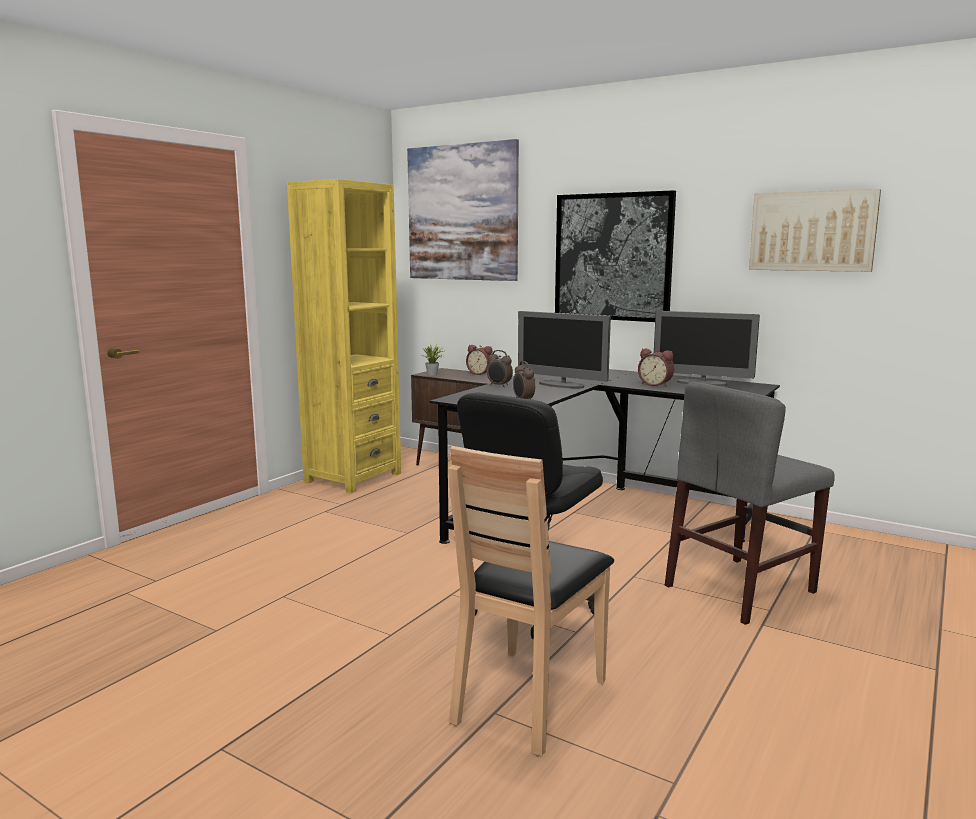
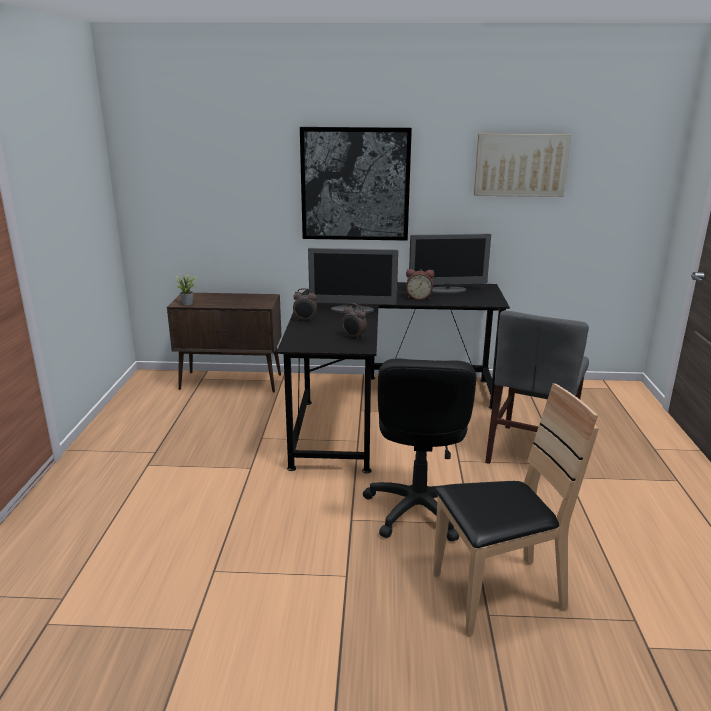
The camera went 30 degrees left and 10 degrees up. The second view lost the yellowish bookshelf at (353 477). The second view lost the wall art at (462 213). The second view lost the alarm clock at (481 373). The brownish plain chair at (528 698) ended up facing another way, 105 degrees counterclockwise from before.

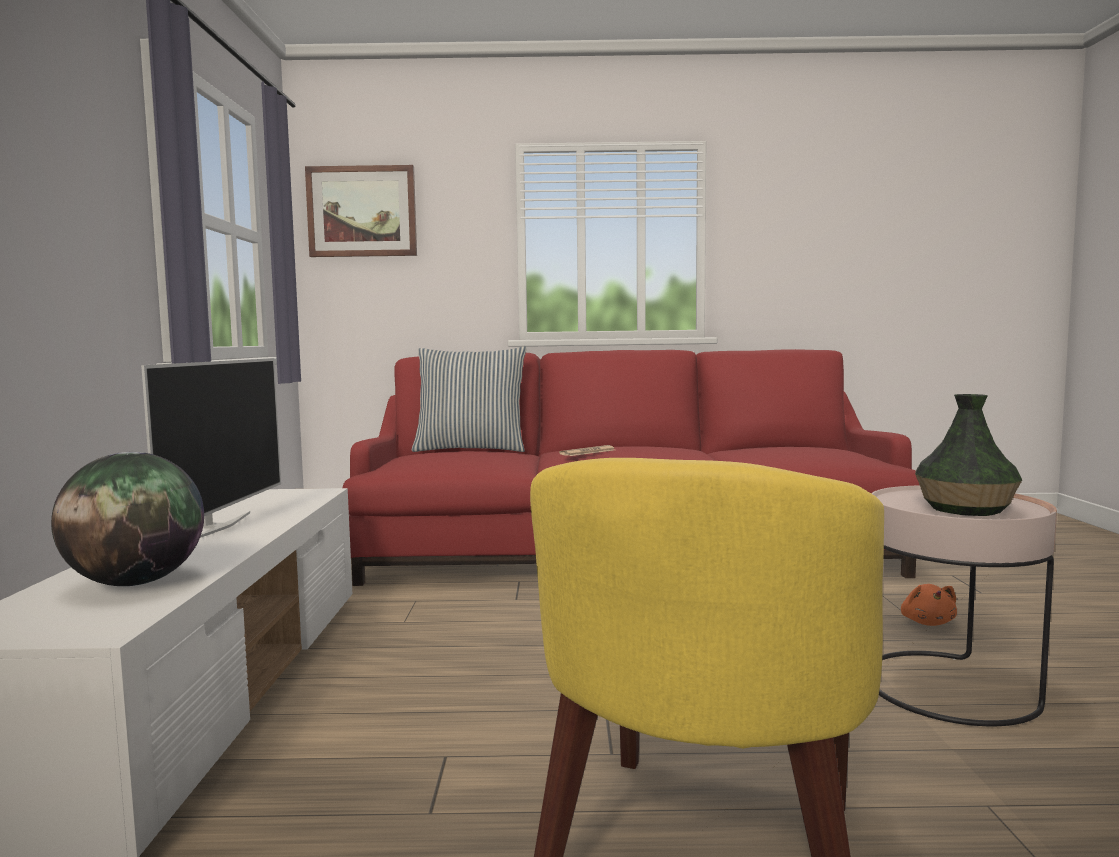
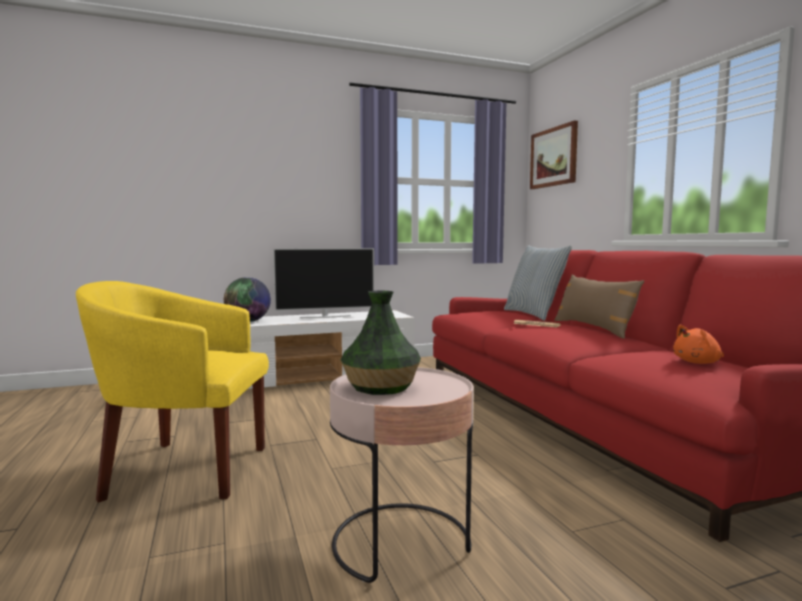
The camera went 70 degrees right and 0 degrees up. The second view gained the brownish pillow at (594 328). The orange soft toy ended up elsewhere, having gone from (927 622) to (698 362).

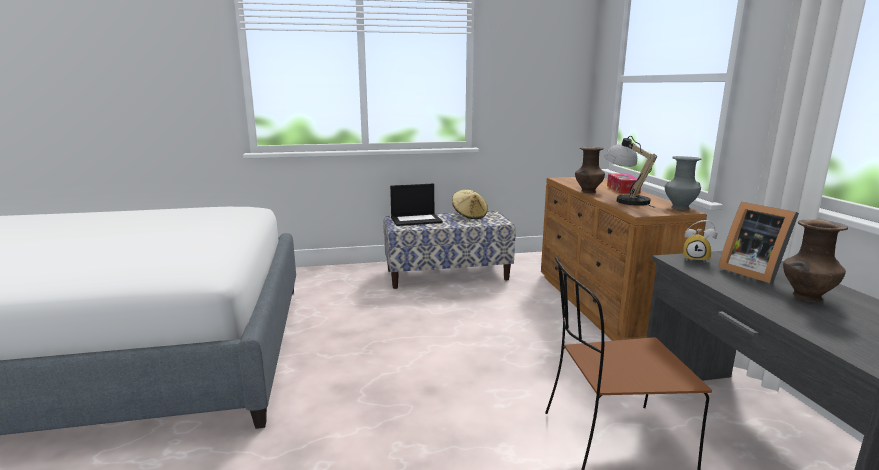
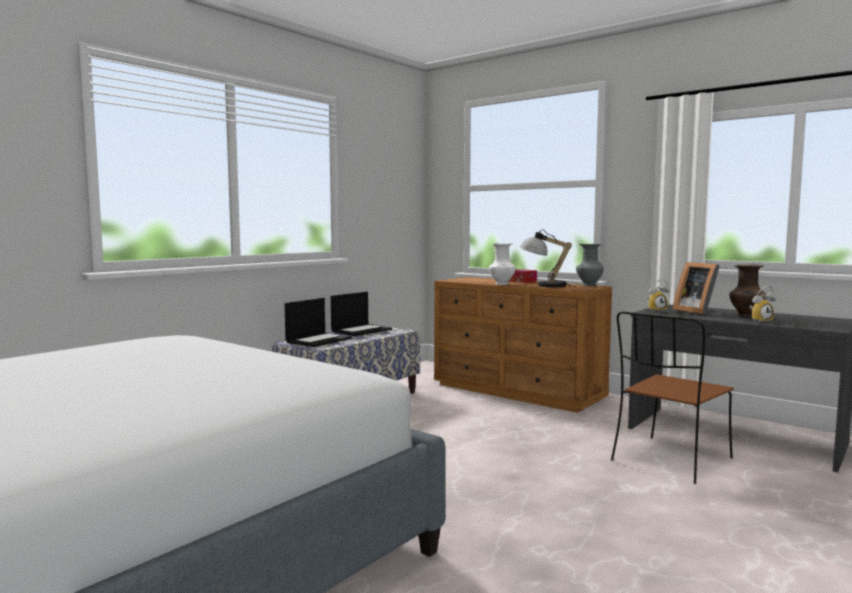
The camera went 40 degrees left and 10 degrees down. The second view gained the alarm clock at (760 321). Where the sand-coloured clothing hat stood at (469 215), the notebook computer came to stand at (361 330). What was the brownish vase at (588 192) turned into the whitish vase at (502 284). The picture frame at (751 272) ended up facing another way, 45 degrees clockwise from before.

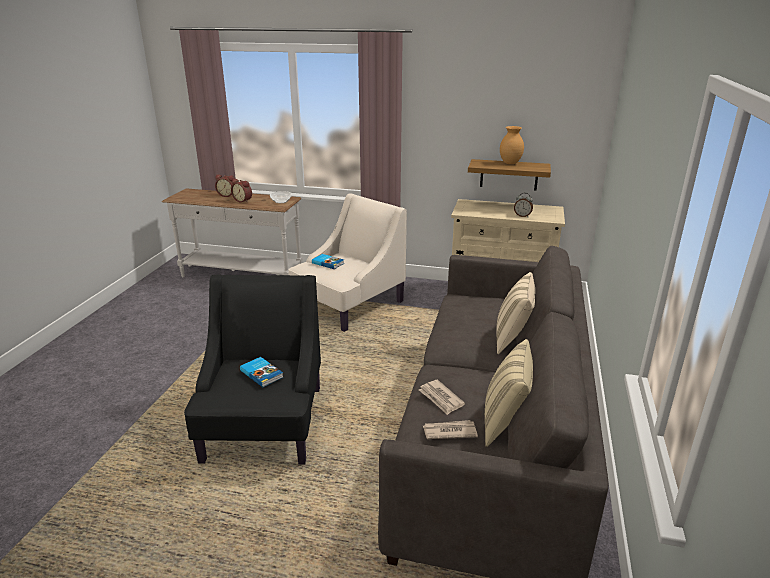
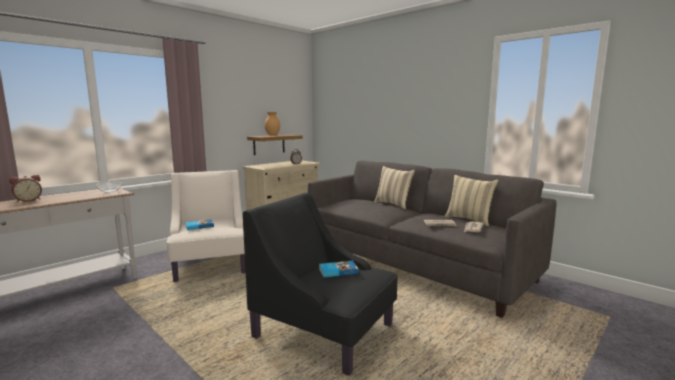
The camera went 60 degrees left and 15 degrees down. The second view lost the alarm clock at (243 200).

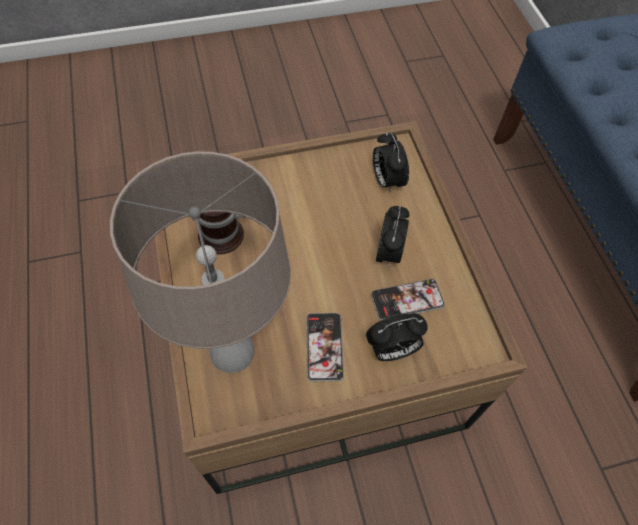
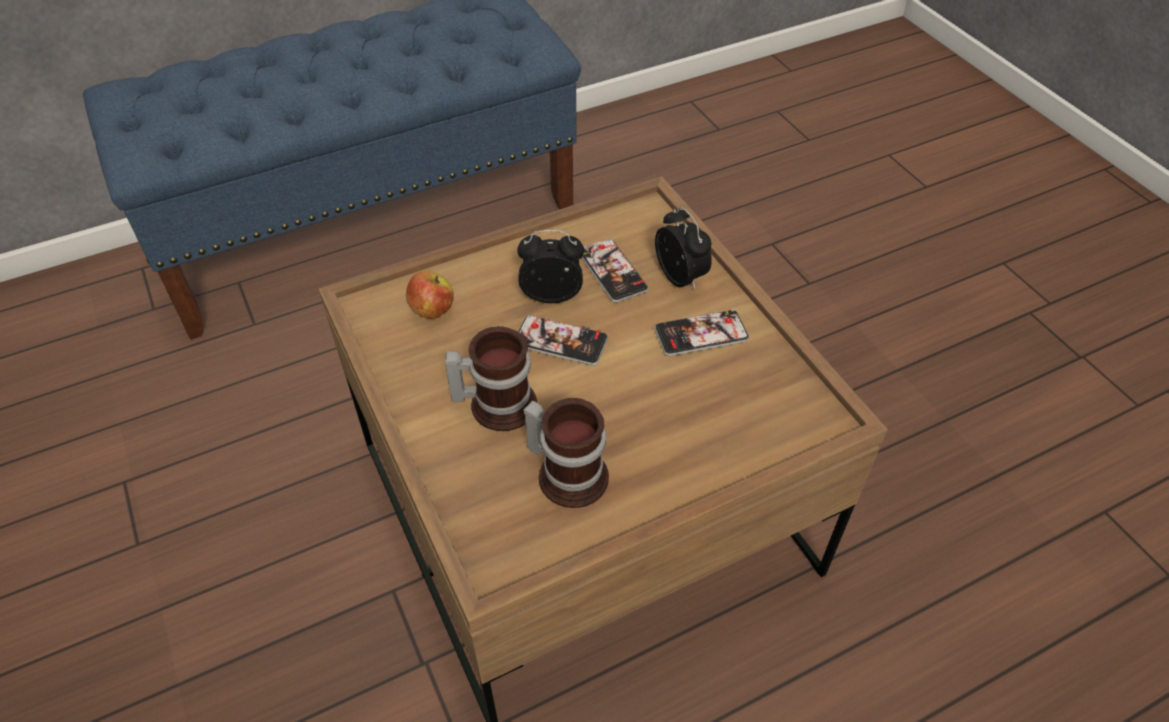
The camera went 100 degrees left and 10 degrees down. The second view lost the sand-coloured lamp for a table at (231 353). The second view gained the coffee mug at (497 402). The second view gained the telephone at (560 341). Where the alarm clock stood at (386 180), the apple came to stand at (432 310).

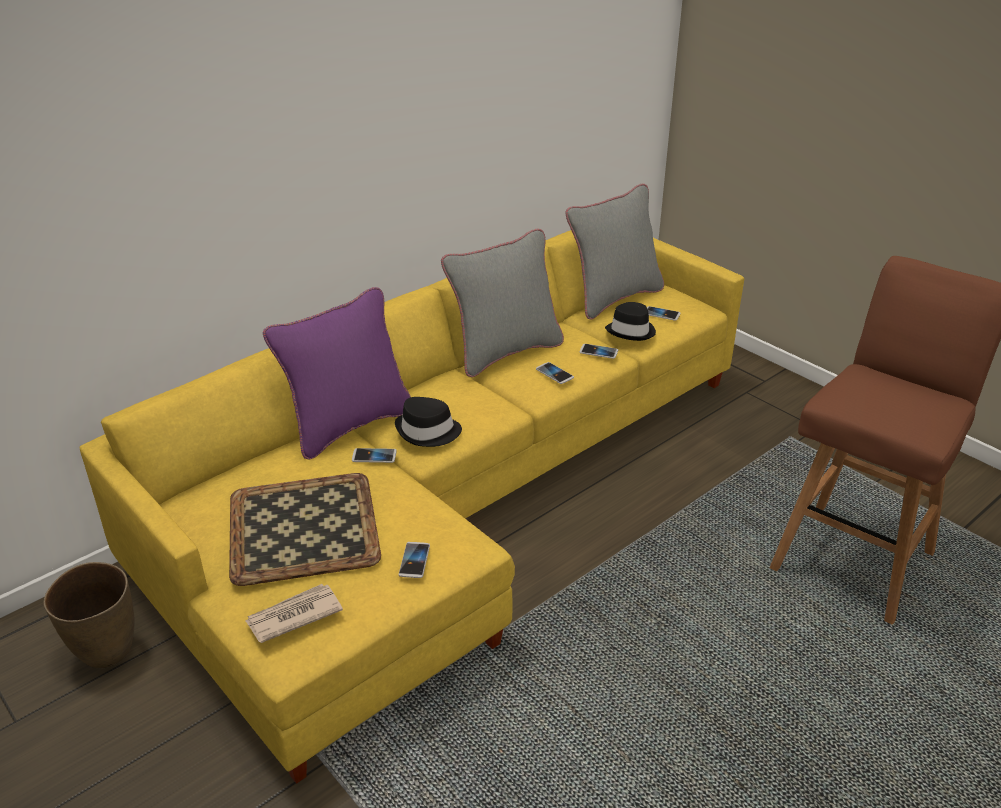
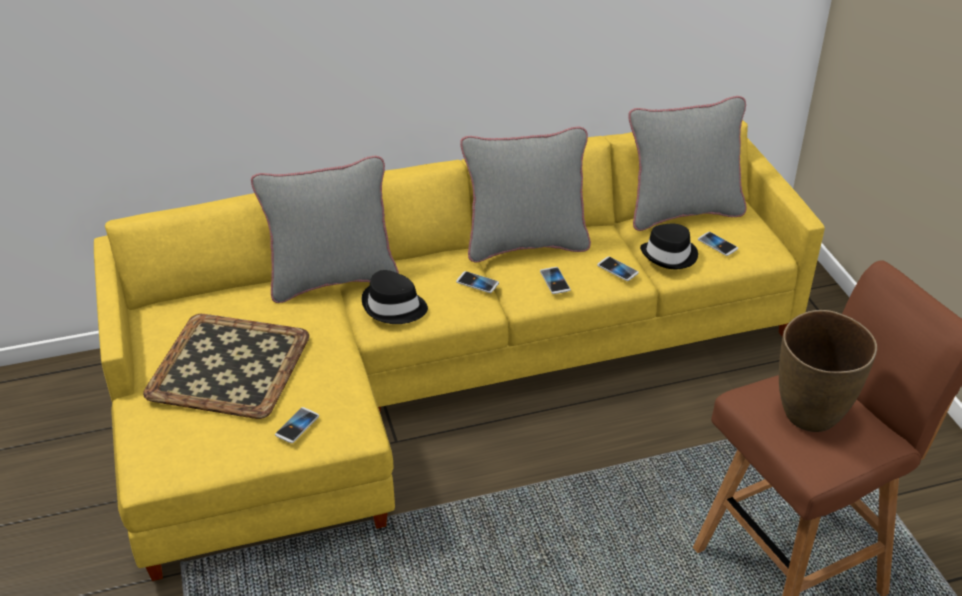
The camera went 25 degrees right and 5 degrees up. The second view lost the printed paper at (293 615). The brownish vase ended up elsewhere, having gone from (107 652) to (811 415). The telephone ended up elsewhere, having gone from (374 456) to (477 283). What was the purplish pillow at (348 425) turned into the grey pillow at (332 279).

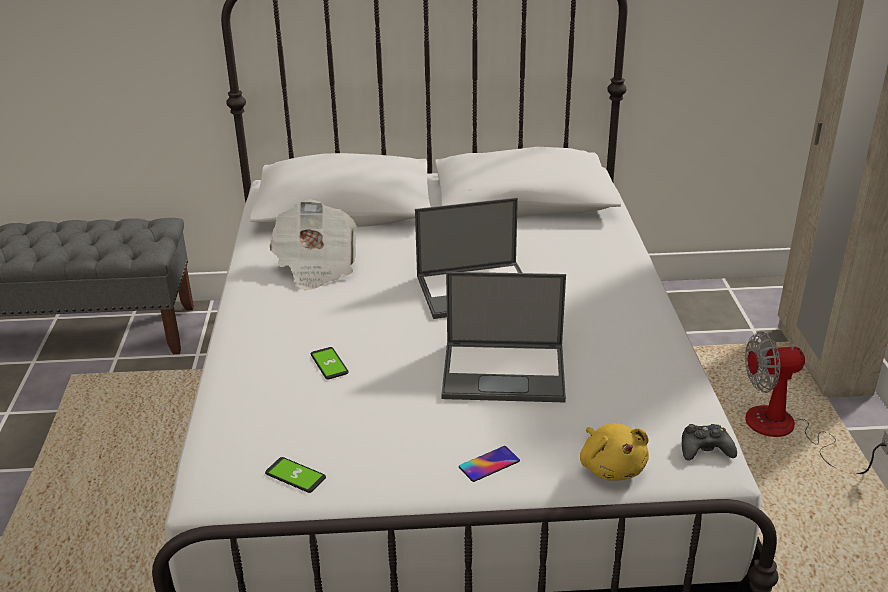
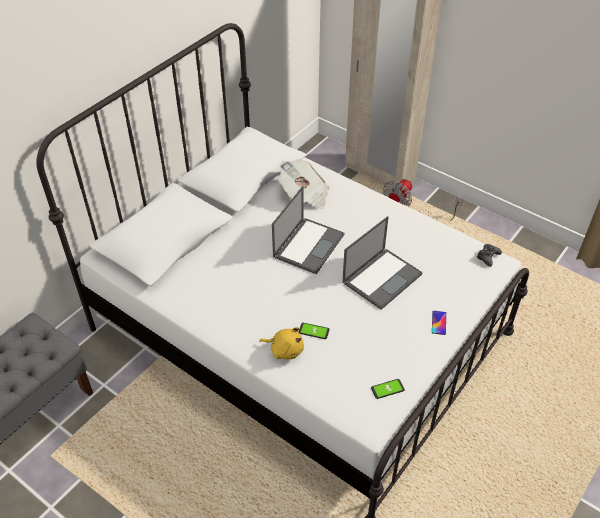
The camera went 50 degrees left and 15 degrees up. The printed paper ended up elsewhere, having gone from (316 266) to (304 195). The yellowish soft toy ended up elsewhere, having gone from (611 467) to (285 350).

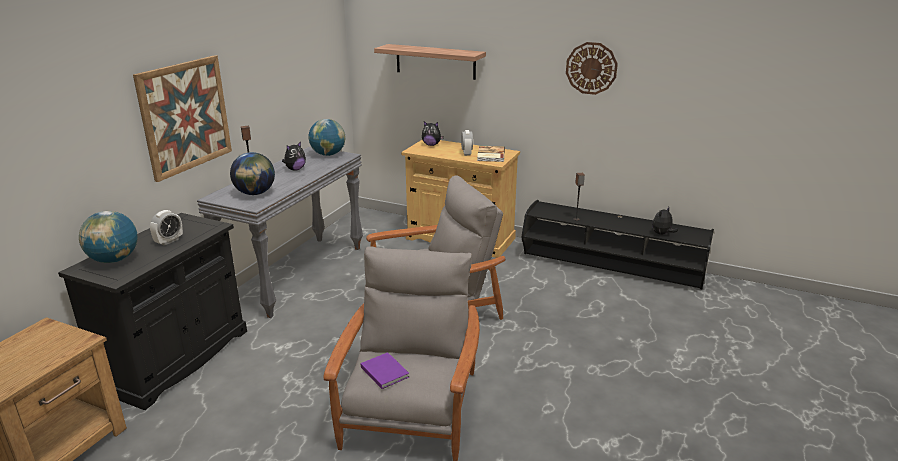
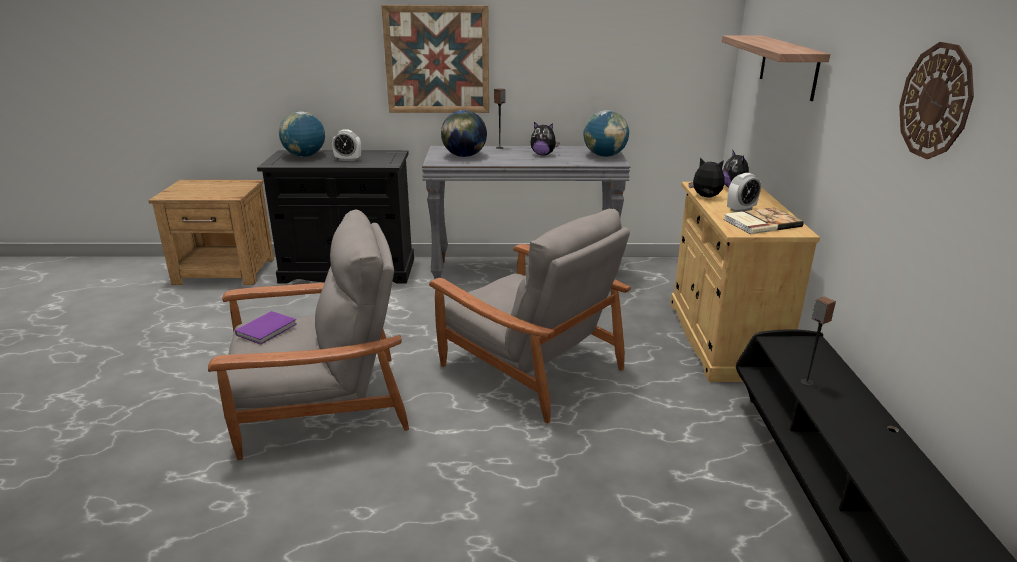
The camera went 65 degrees right and 0 degrees up. The soft toy ended up elsewhere, having gone from (662 234) to (706 197).

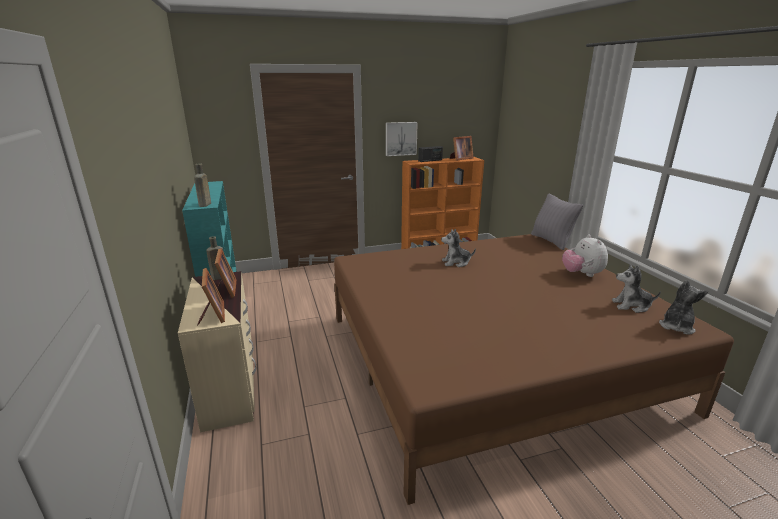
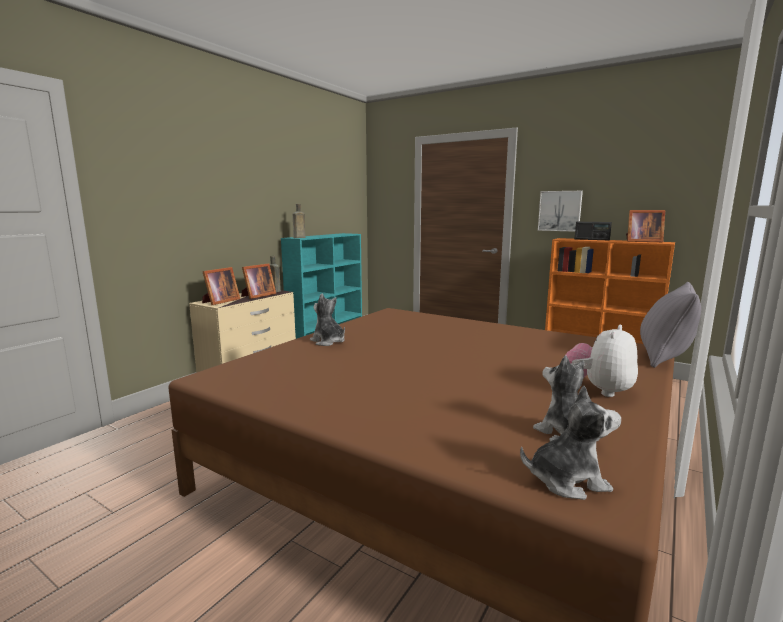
The camera went 50 degrees right and 10 degrees down. The soft toy ended up elsewhere, having gone from (456 262) to (328 341).

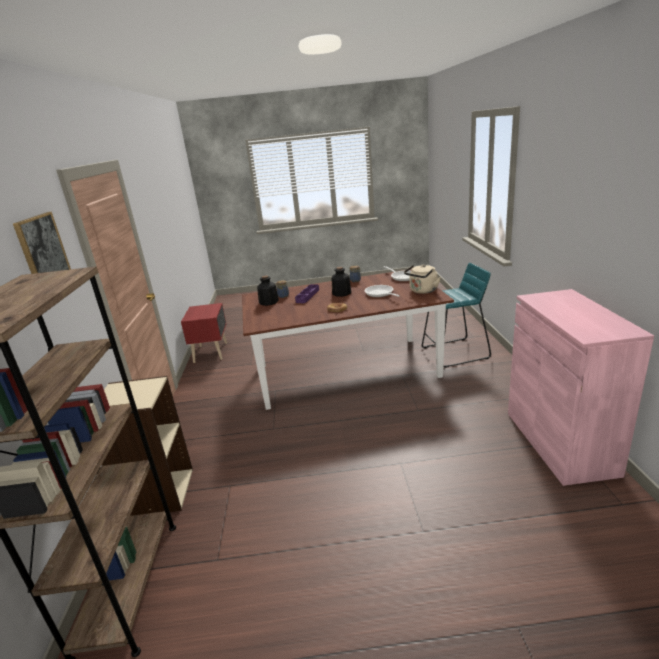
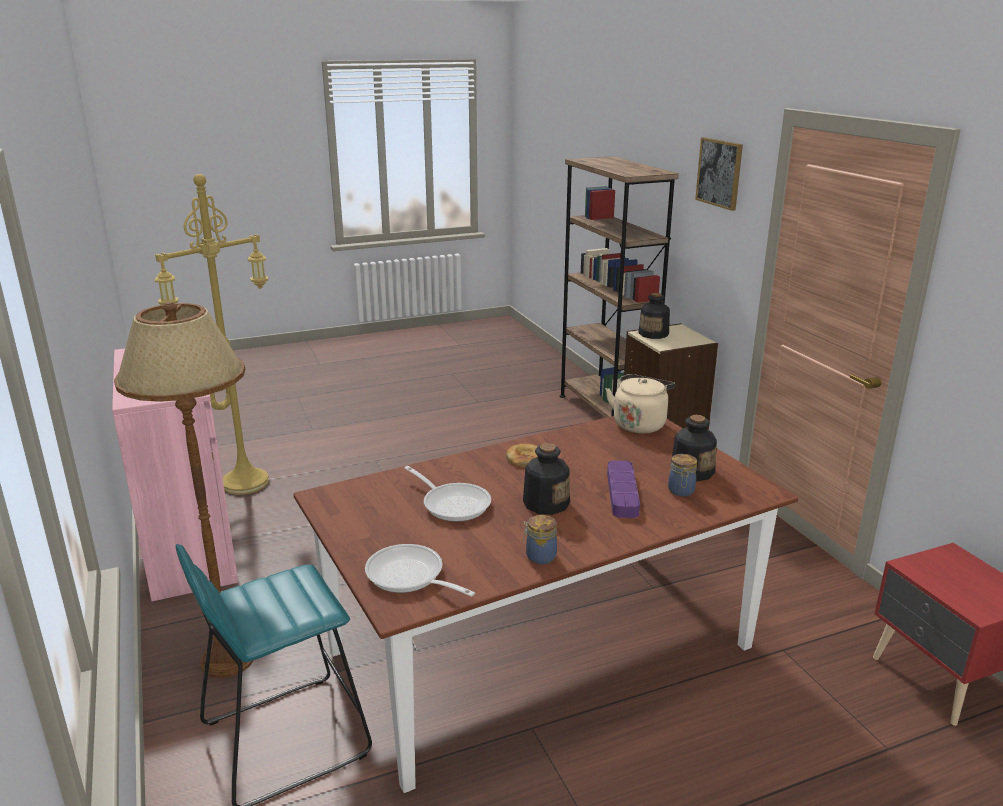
The camera went 160 degrees right and 0 degrees up. The second view gained the brownish standard lamp at (227 659). The second view gained the yellowish standard lamp at (245 481). The second view gained the bottle at (654 334). The sand-coloured water kettle ended up elsewhere, having gone from (422 291) to (640 424).

